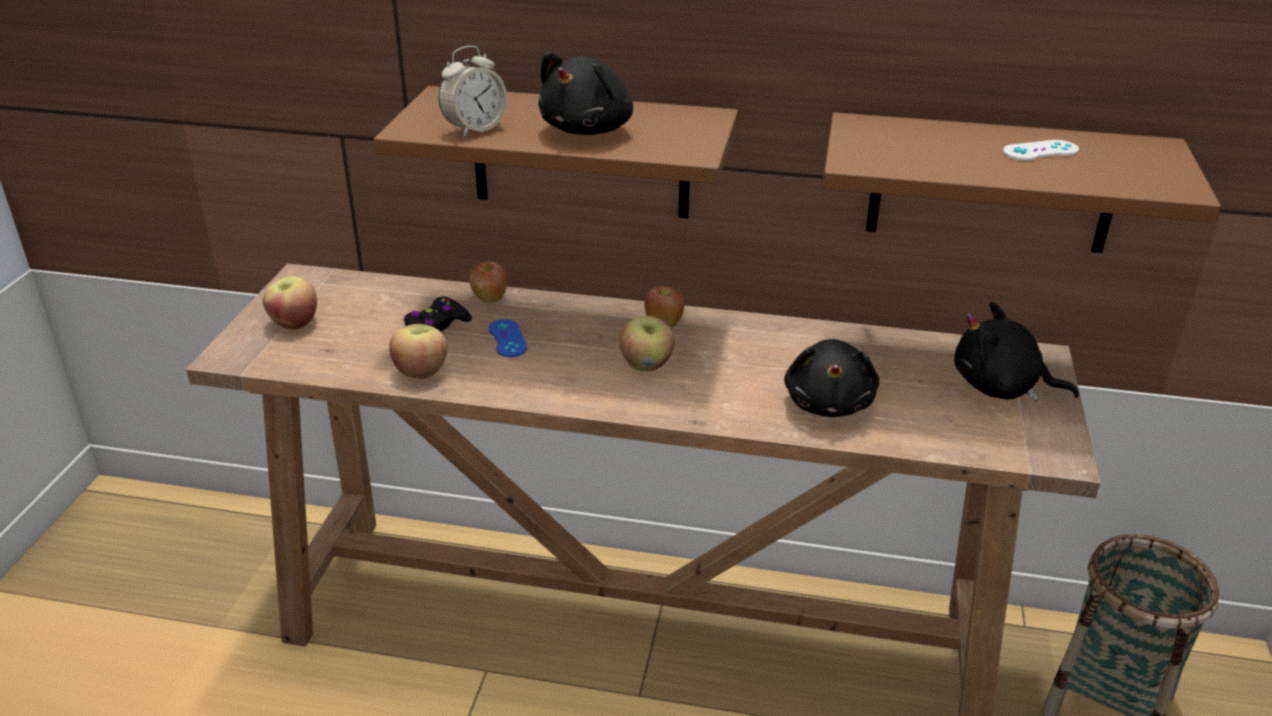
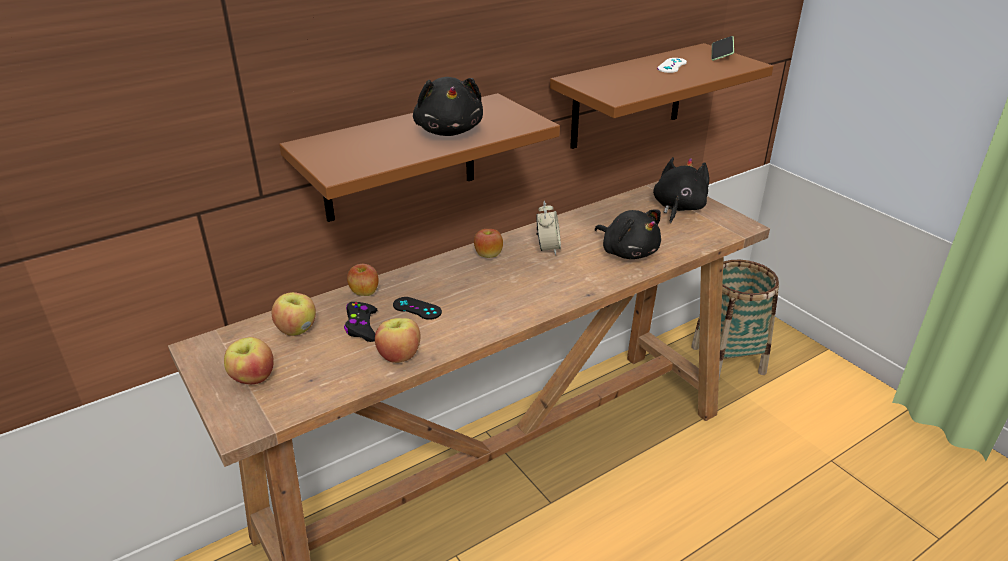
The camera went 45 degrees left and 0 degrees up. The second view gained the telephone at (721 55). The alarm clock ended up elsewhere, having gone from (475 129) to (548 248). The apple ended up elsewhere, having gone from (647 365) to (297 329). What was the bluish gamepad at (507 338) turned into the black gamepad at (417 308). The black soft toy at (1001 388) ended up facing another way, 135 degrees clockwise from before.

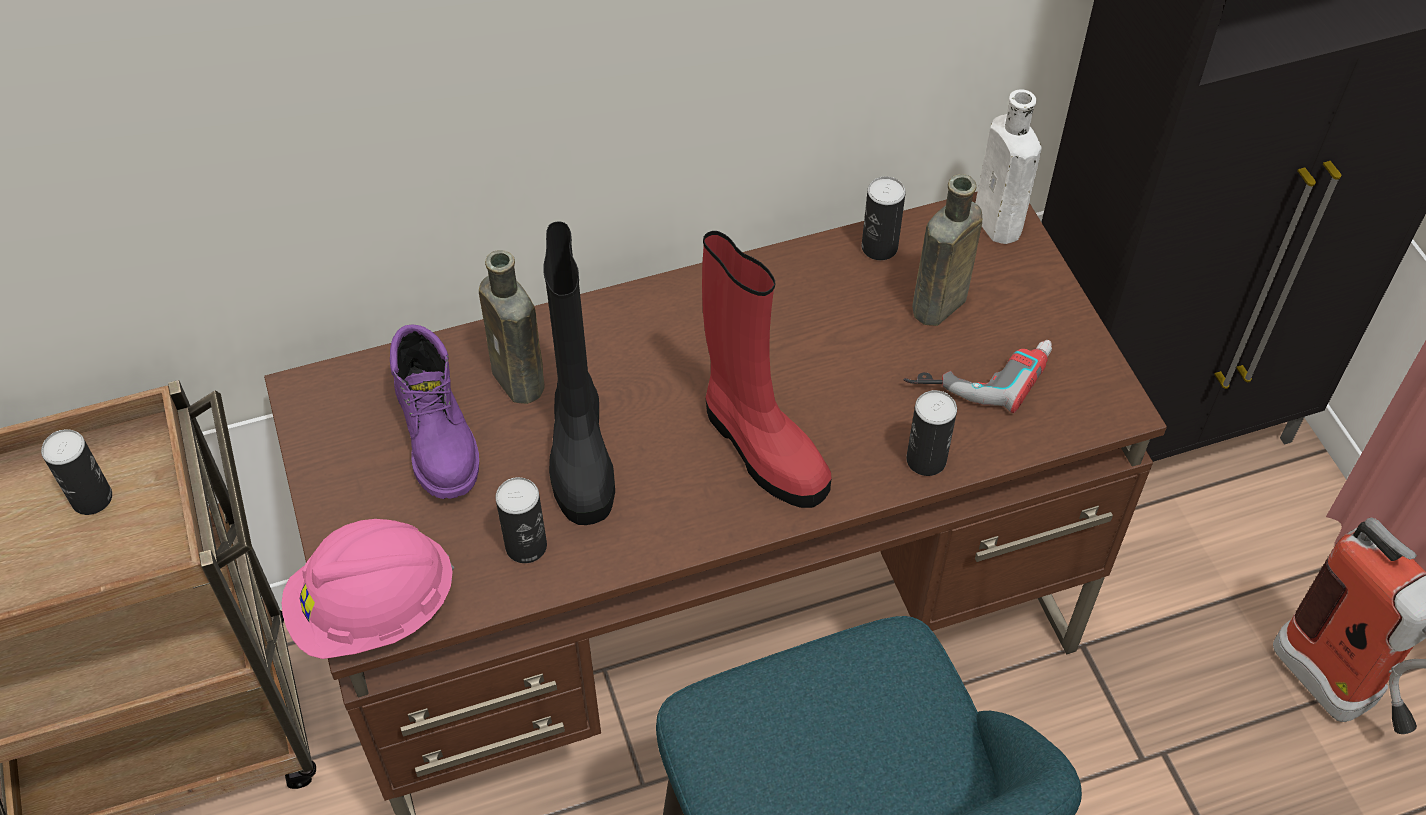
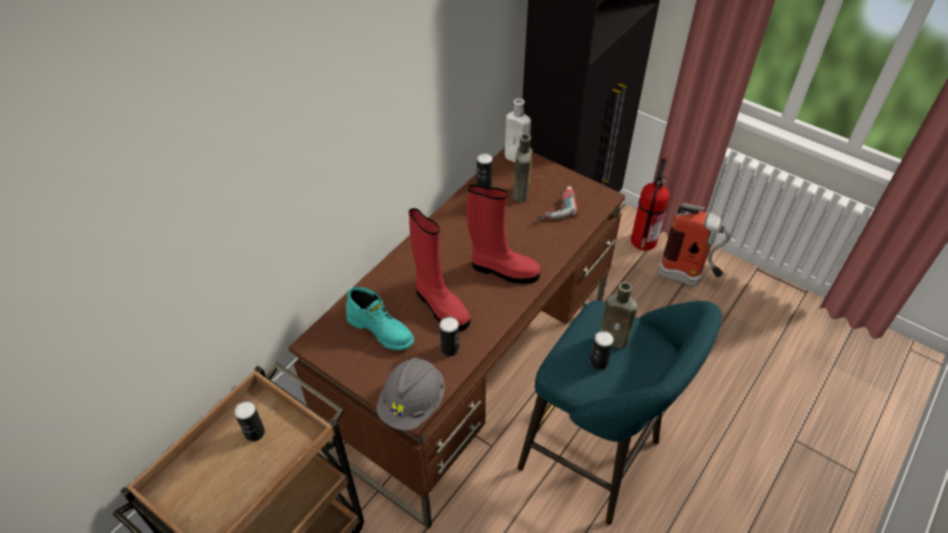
The camera went 35 degrees left and 5 degrees down. The second view gained the fire extinguisher at (643 240). The brownish bottle ended up elsewhere, having gone from (521 382) to (615 340). The metal can ended up elsewhere, having gone from (926 460) to (598 362). What was the pink work helmet at (374 610) turned into the grey work helmet at (412 403). What was the purplish tall boot at (439 435) turned into the turquoise tall boot at (381 329). What was the black tall boot at (580 451) turned into the reddish tall boot at (440 306).

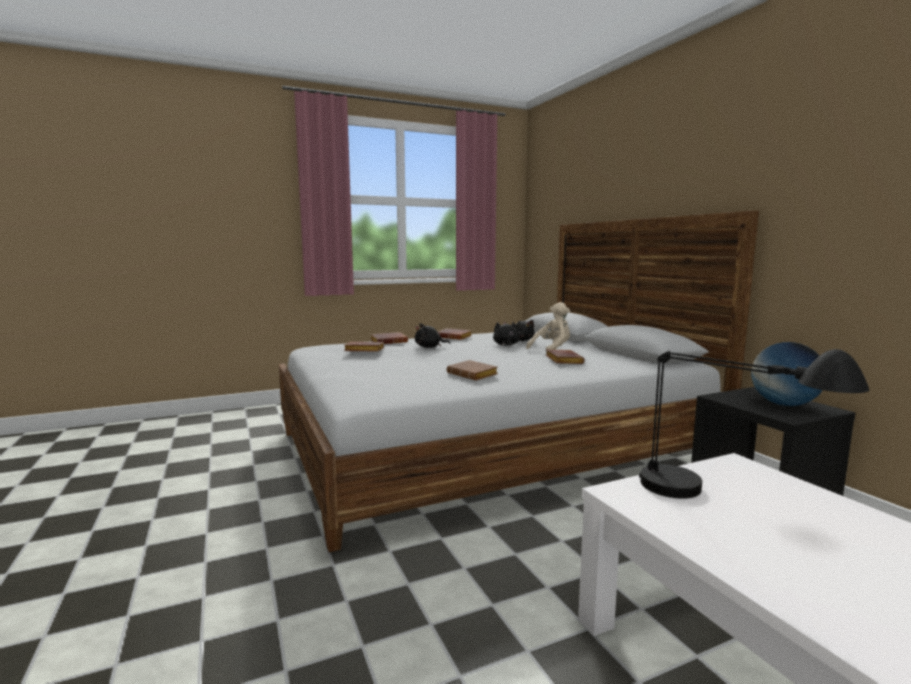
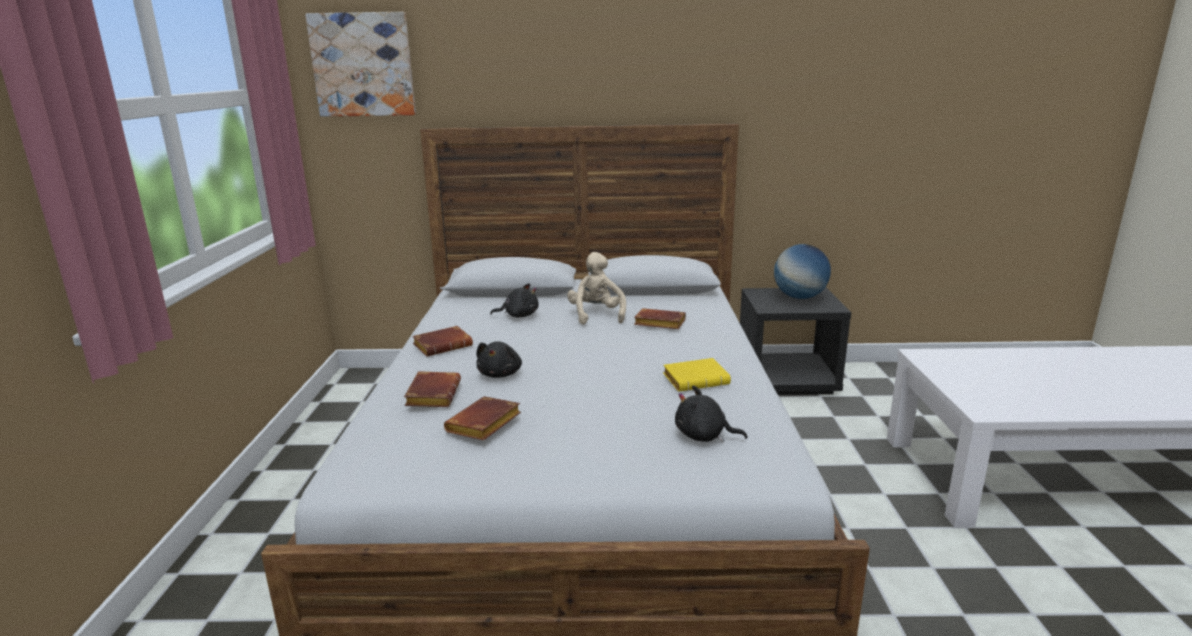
The camera went 65 degrees left and 10 degrees up. The second view lost the black lamp for a table at (724 503). The second view gained the wall art at (363 65). The black soft toy ended up elsewhere, having gone from (505 345) to (704 436). What was the brownish bound book at (474 375) turned into the yellowish bound book at (696 379).

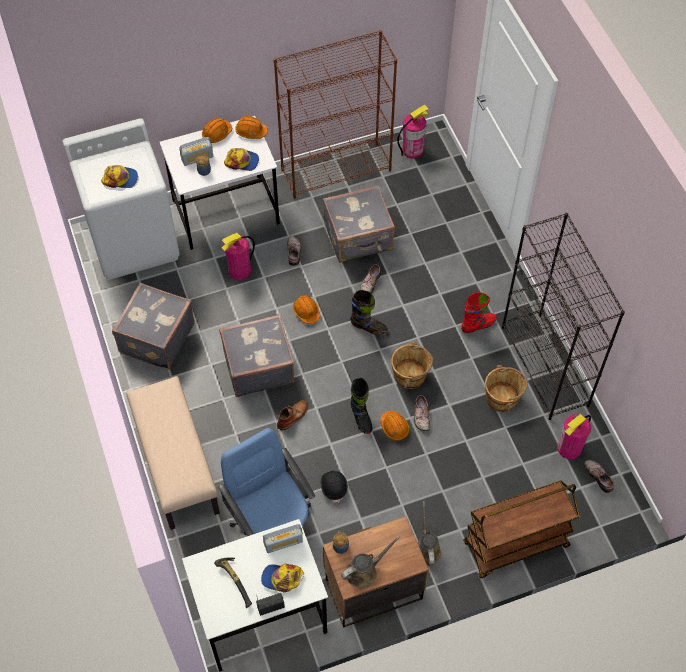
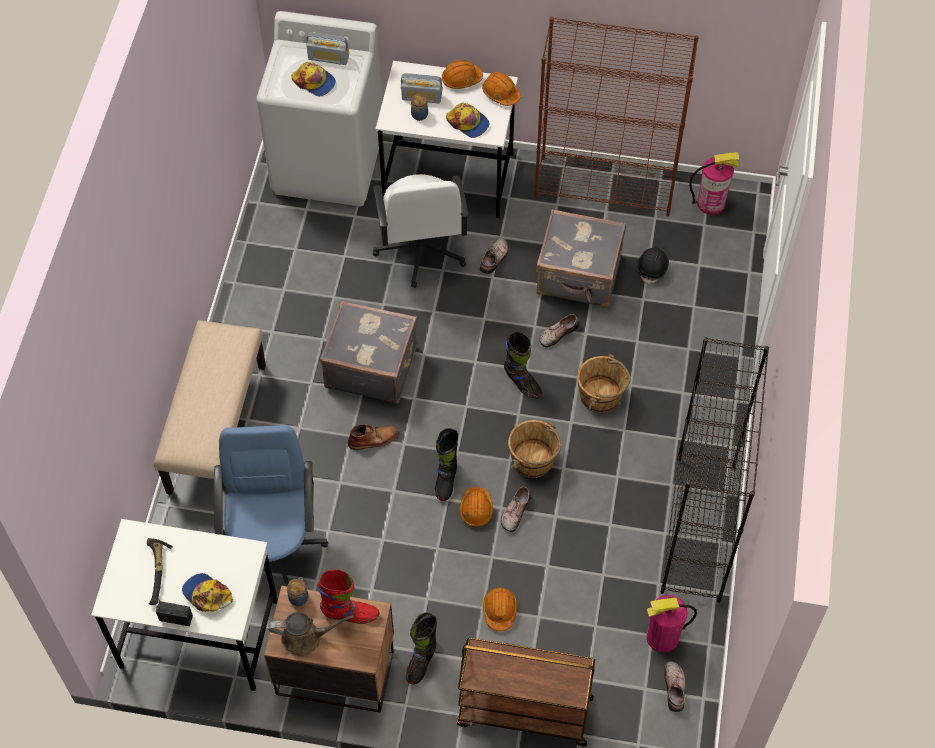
The camera went 30 degrees right and 0 degrees up. The second view lost the grey travel case at (155 338). The radio receiver ended up elsewhere, having gone from (283 542) to (328 58). The orange work helmet ended up elsewhere, having gone from (306 312) to (500 610). The black work helmet ended up elsewhere, having gone from (334 487) to (652 268). The reddish tall boot ended up elsewhere, having gone from (478 325) to (350 614). The brownish pail ended up elsewhere, having gone from (502 398) to (601 396). Where the fire extinguisher stood at (239 270), the whitish computer chair came to stand at (421 250). Where the brownish watering can stood at (426 549), the black tall boot came to stand at (421 661).

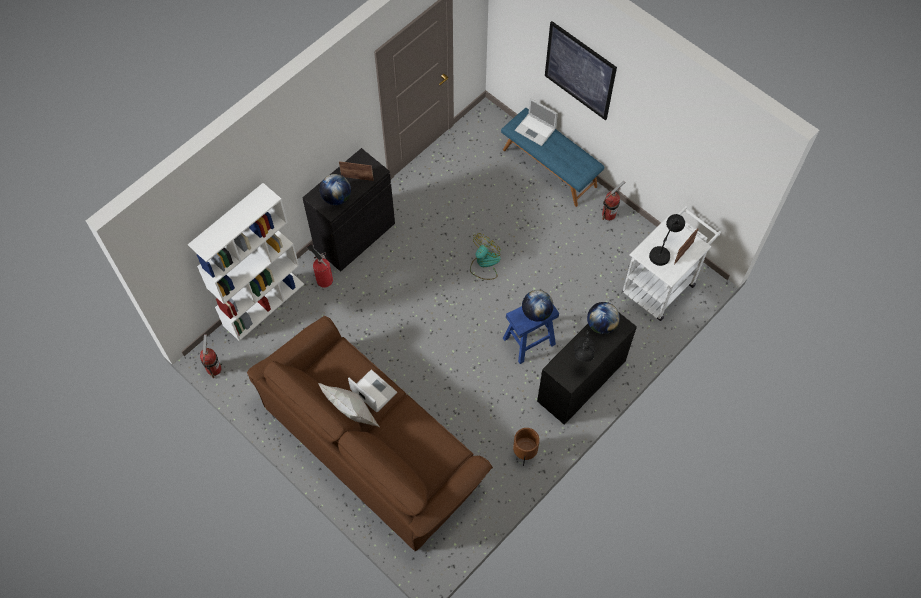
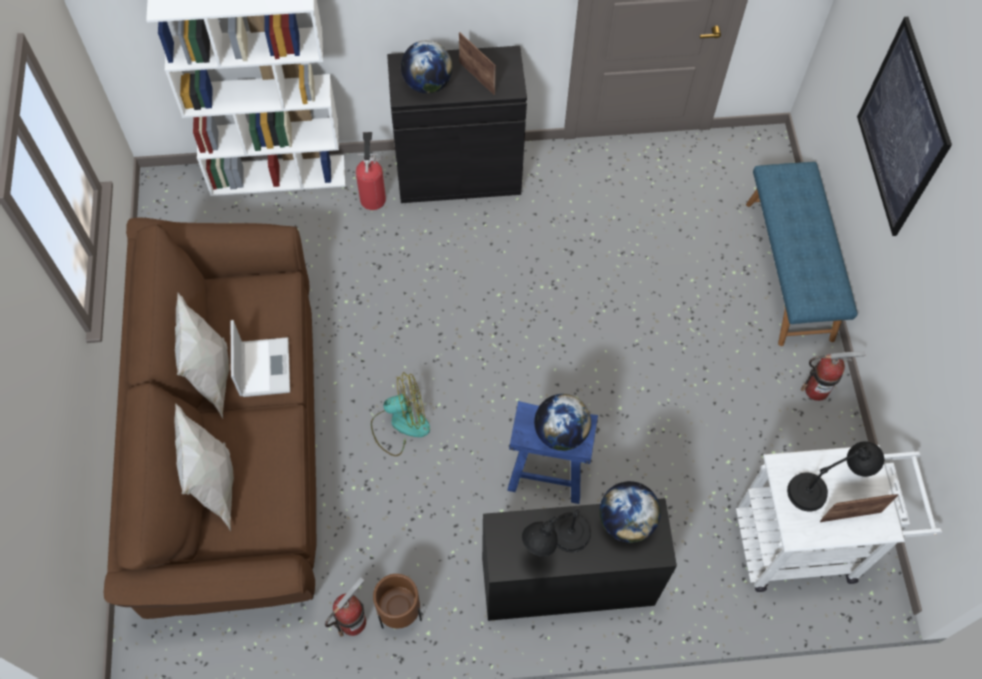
The camera went 40 degrees right and 0 degrees up. The second view lost the notebook computer at (536 130). The second view gained the whitish pillow at (215 483). The fire extinguisher ended up elsewhere, having gone from (214 369) to (352 622). The electric fan ended up elsewhere, having gone from (484 263) to (400 424).

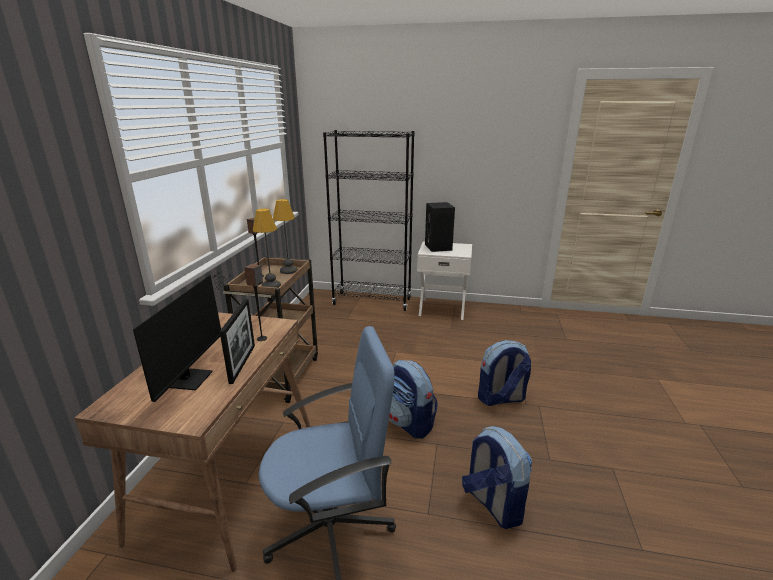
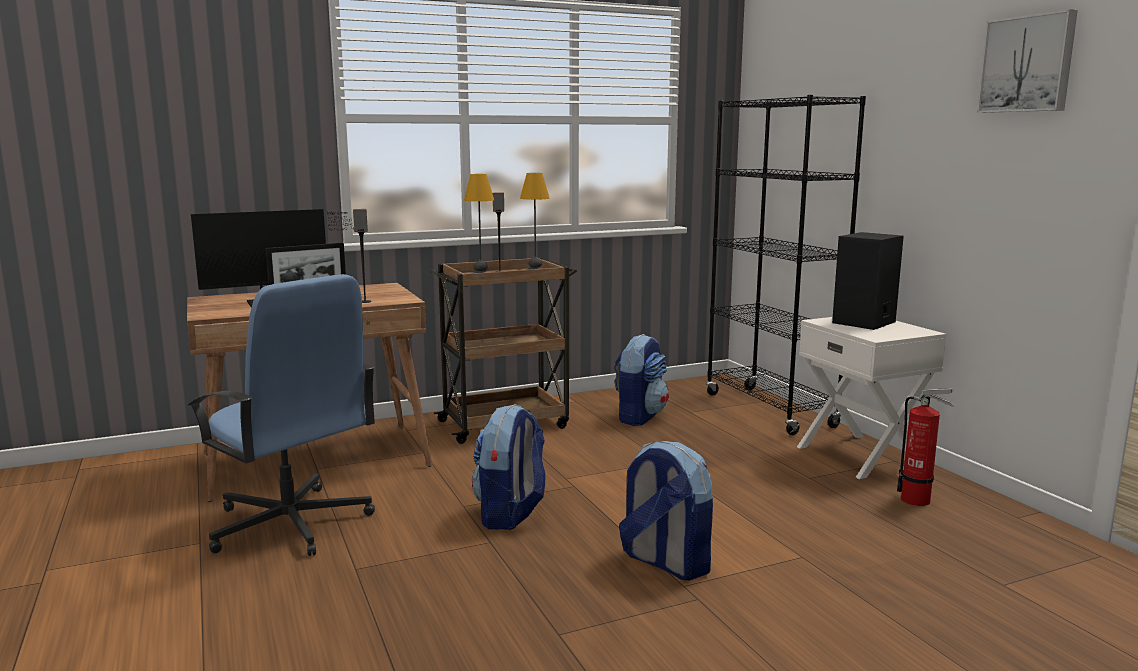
The camera went 55 degrees right and 10 degrees down. The second view gained the fire extinguisher at (919 501). The second view gained the wall art at (1028 64). The rucksack ended up elsewhere, having gone from (492 503) to (639 416).

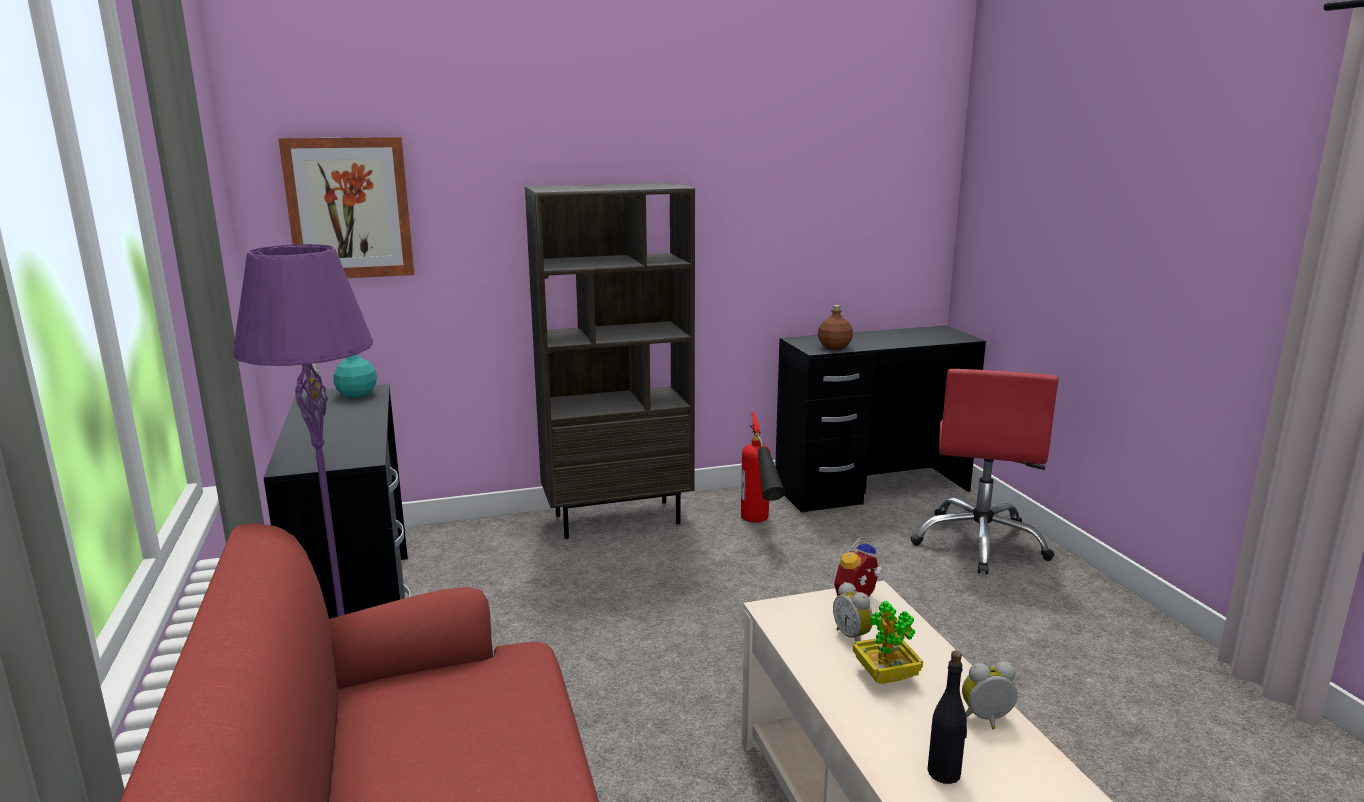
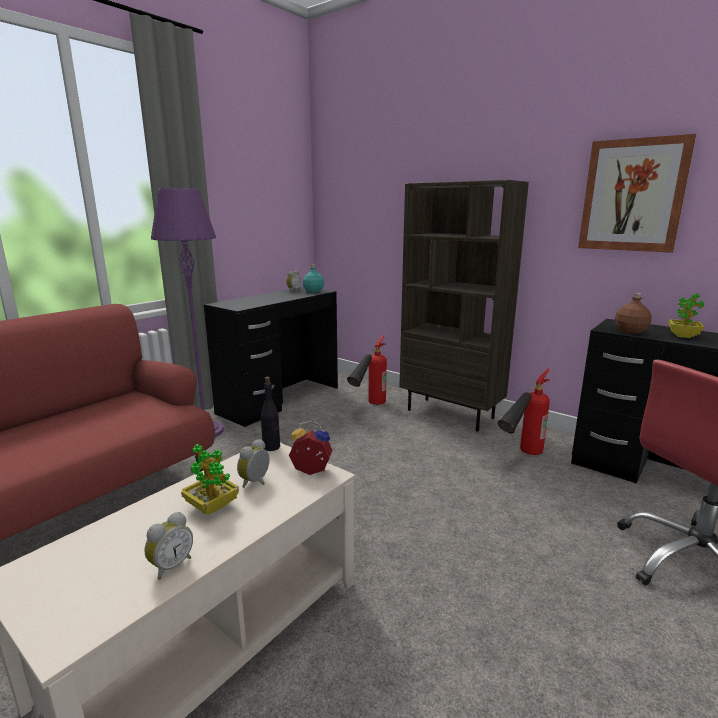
The camera went 55 degrees right and 0 degrees up. The second view gained the fire extinguisher at (369 407). The second view gained the plant in a pot at (683 336). The wall art ended up elsewhere, having gone from (349 208) to (632 196). The black bottle ended up elsewhere, having gone from (944 773) to (271 447). The alarm clock at (987 721) ended up facing another way, 75 degrees clockwise from before.

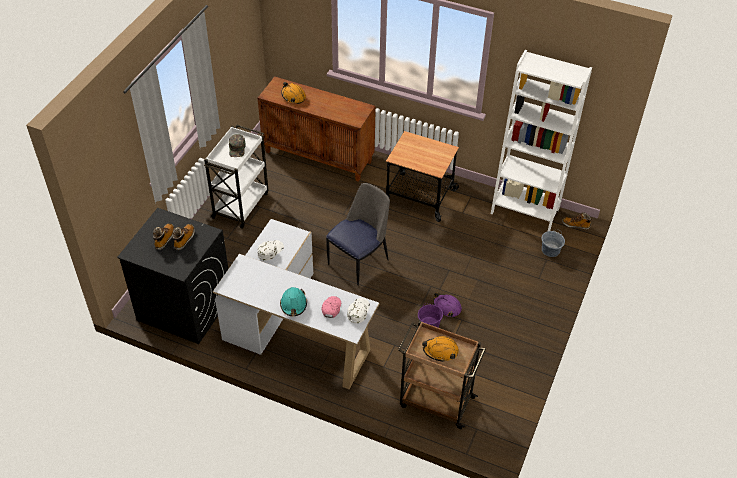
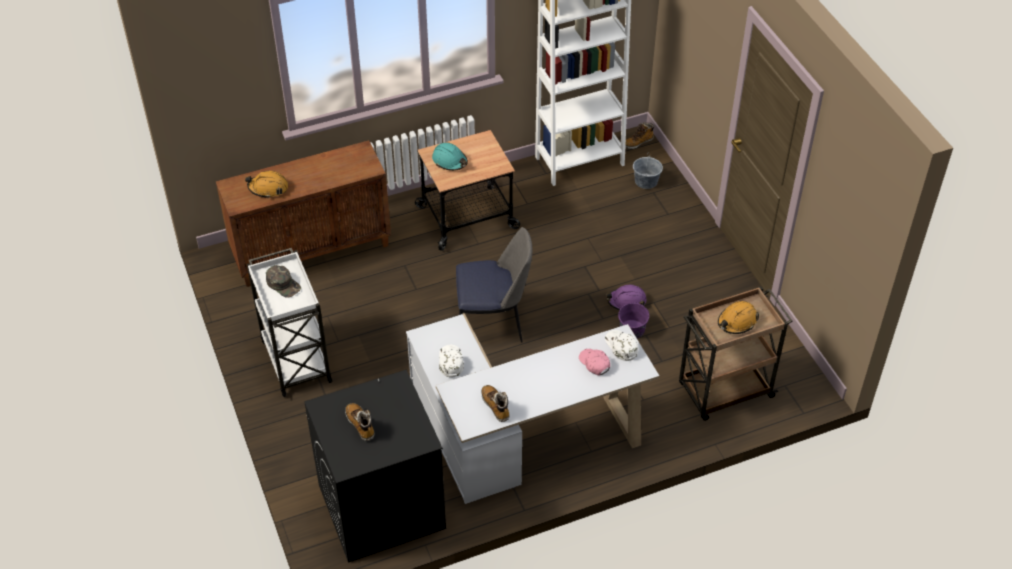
The camera went 45 degrees left and 0 degrees up. The tall boot ended up elsewhere, having gone from (184 239) to (495 406). The turquoise work helmet ended up elsewhere, having gone from (293 304) to (450 161). The plain chair at (359 261) ended up facing another way, 90 degrees clockwise from before.

